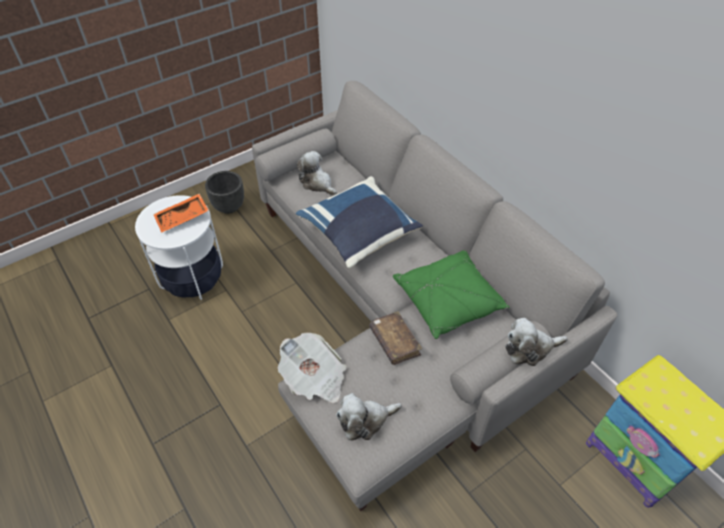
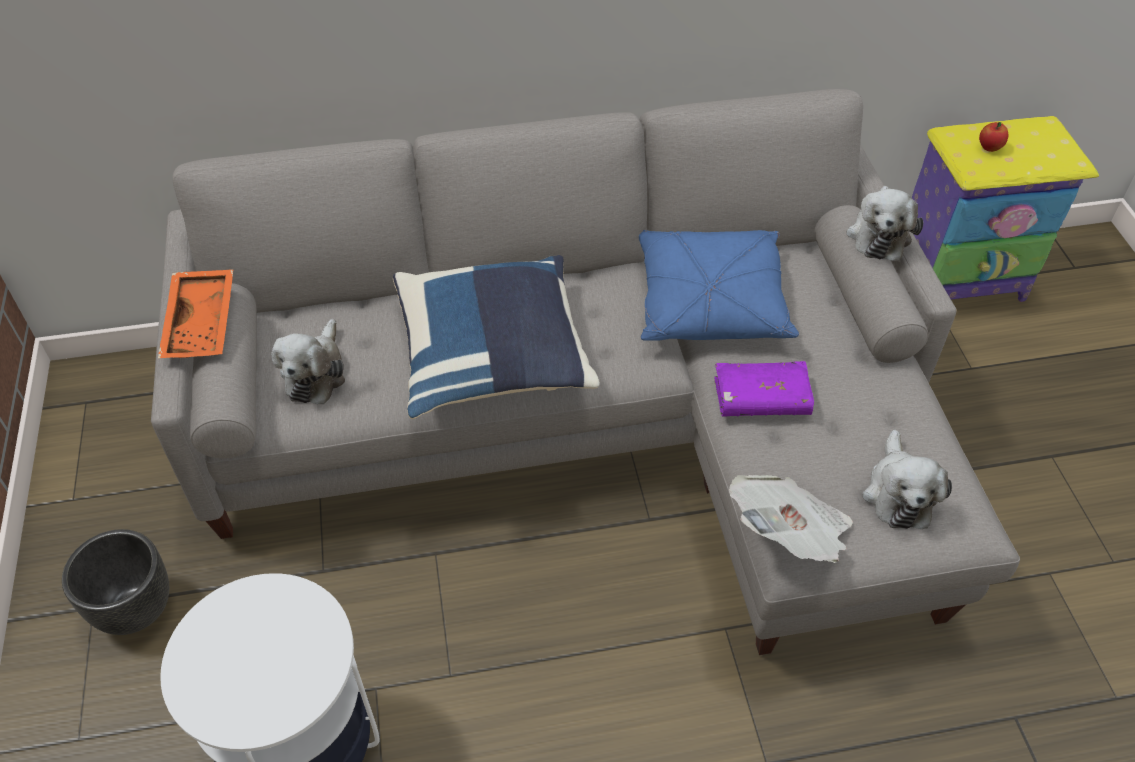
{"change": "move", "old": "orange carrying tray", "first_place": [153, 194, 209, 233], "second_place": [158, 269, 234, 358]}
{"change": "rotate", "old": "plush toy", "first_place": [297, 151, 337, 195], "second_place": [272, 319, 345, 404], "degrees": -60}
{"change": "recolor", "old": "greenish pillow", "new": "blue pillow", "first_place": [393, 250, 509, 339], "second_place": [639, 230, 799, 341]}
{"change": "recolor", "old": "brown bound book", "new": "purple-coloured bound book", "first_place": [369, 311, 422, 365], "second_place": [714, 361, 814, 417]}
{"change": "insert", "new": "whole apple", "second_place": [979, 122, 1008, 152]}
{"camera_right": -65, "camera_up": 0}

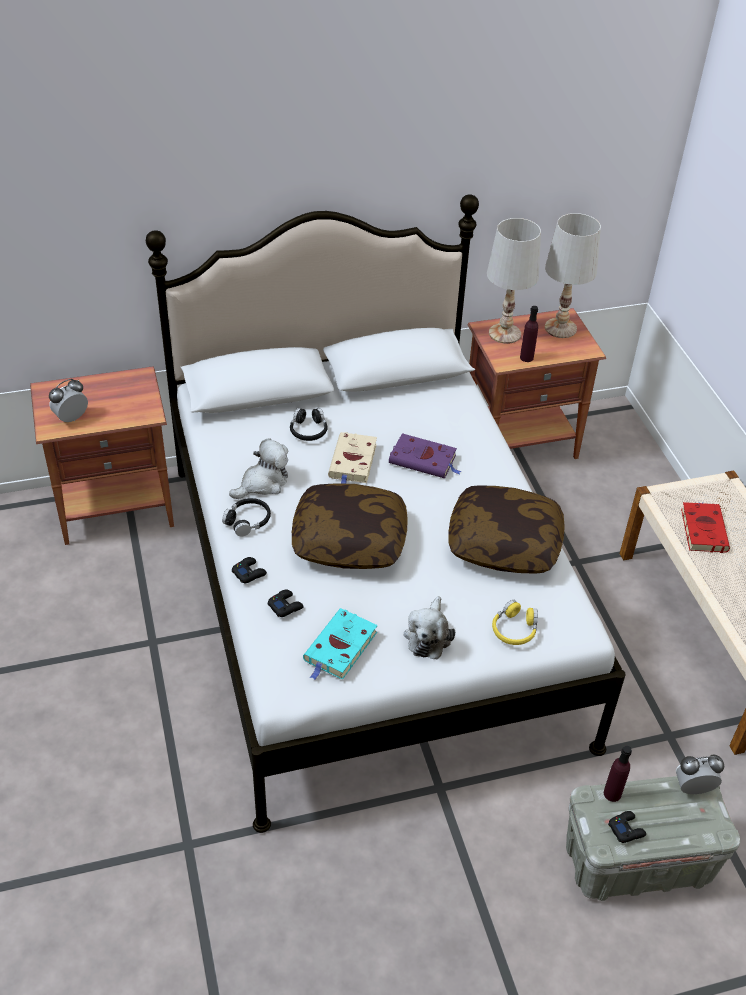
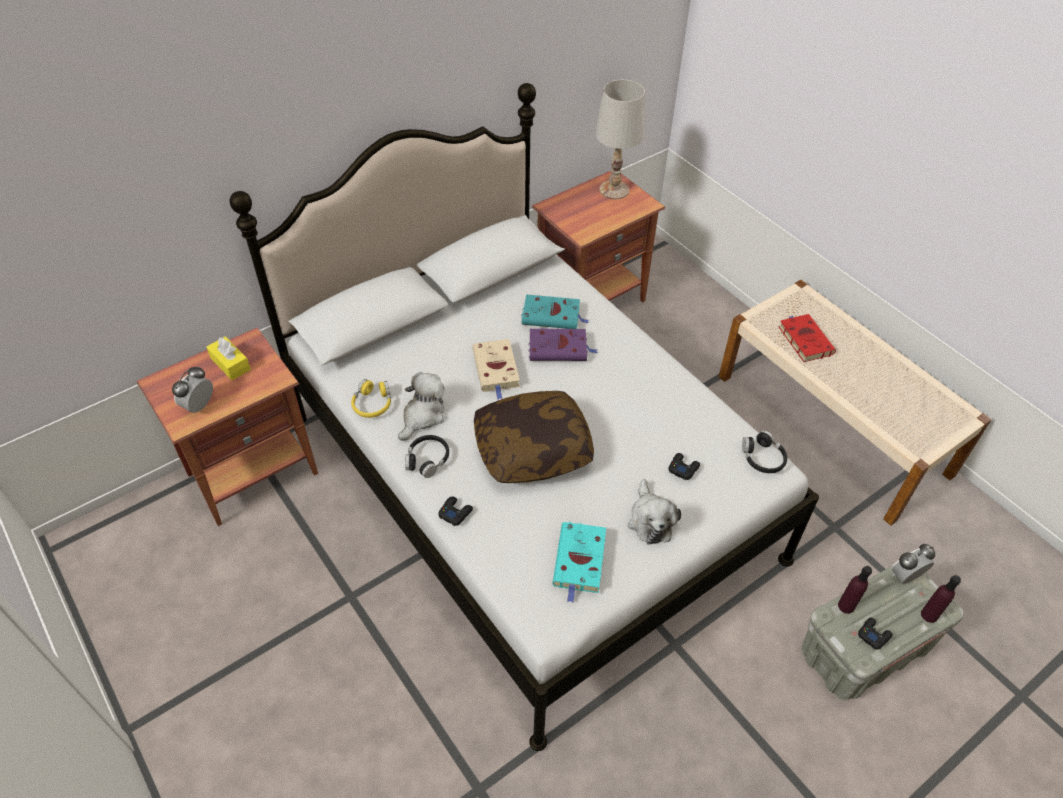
{"change": "insert", "new": "yellow-coloured tissue holder", "second_place": [207, 336, 251, 380]}
{"change": "move", "old": "yellow-coloured pair of headphones", "first_place": [492, 600, 538, 645], "second_place": [351, 379, 391, 418]}
{"change": "insert", "new": "turquoise-coloured bound book", "second_place": [521, 294, 589, 329]}
{"change": "move", "old": "black joypad", "first_place": [268, 590, 304, 617], "second_place": [669, 453, 700, 480]}
{"change": "move", "old": "black pair of headphones", "first_place": [290, 408, 327, 441], "second_place": [742, 430, 787, 473]}
{"change": "move", "old": "purple-coloured bottle", "first_place": [520, 306, 538, 362], "second_place": [921, 575, 961, 623]}
{"change": "delete", "old": "pillow", "first_place": [448, 485, 565, 574]}
{"change": "delete", "old": "white-coloured table lamp", "first_place": [487, 218, 541, 344]}
{"camera_right": -20, "camera_up": 5}

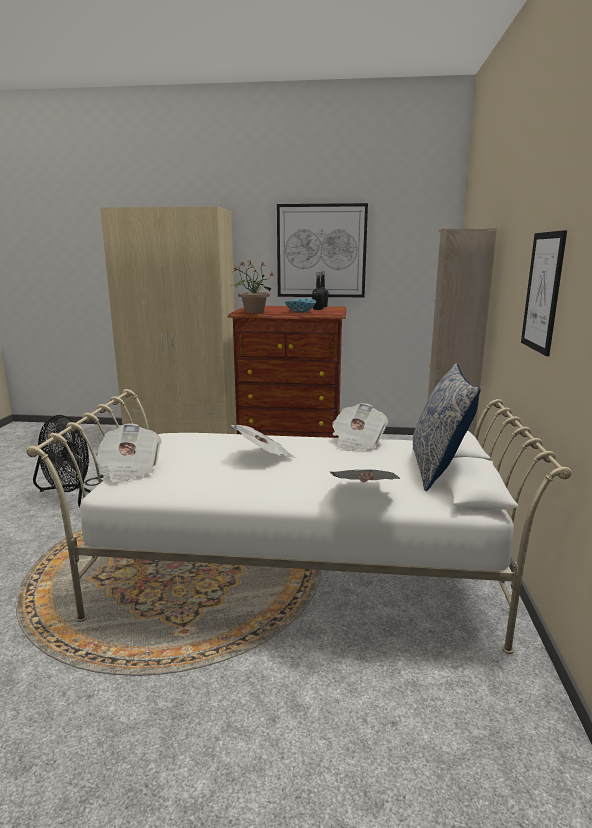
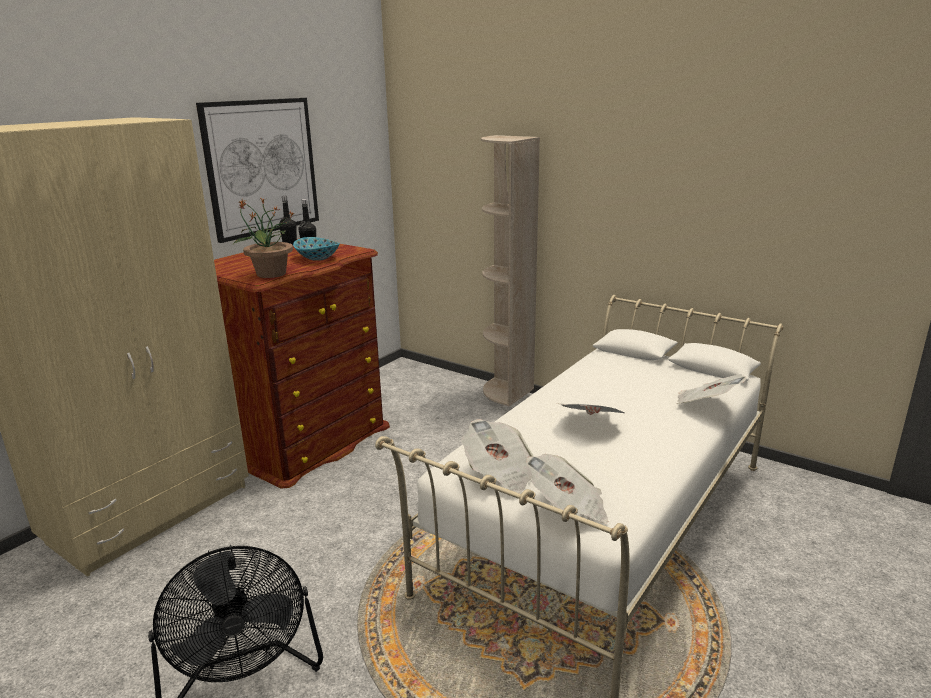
{"change": "move", "old": "newspaper", "first_place": [332, 403, 388, 451], "second_place": [461, 419, 534, 494]}
{"change": "delete", "old": "pillow", "first_place": [413, 364, 481, 491]}
{"change": "delete", "old": "wall art", "first_place": [521, 230, 567, 356]}
{"camera_right": -60, "camera_up": 5}

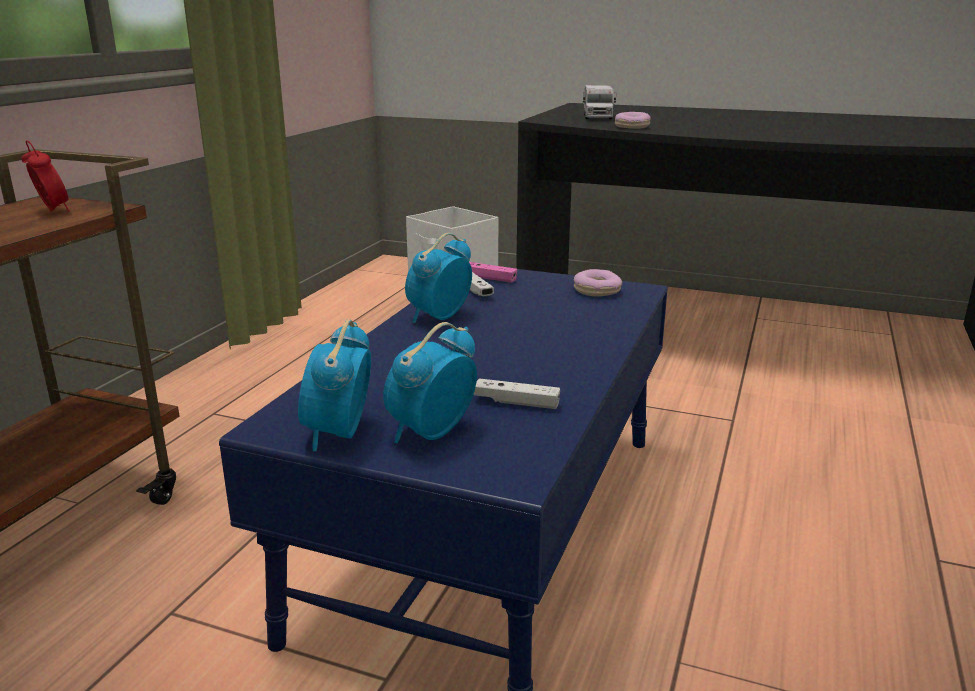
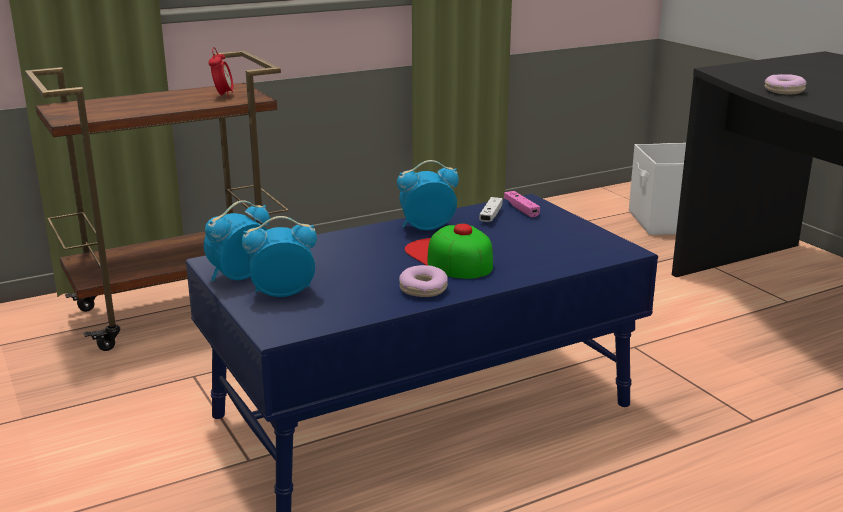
{"change": "move", "old": "ring doughnut", "first_place": [574, 269, 622, 296], "second_place": [399, 265, 448, 297]}
{"change": "insert", "new": "cap", "second_place": [405, 224, 493, 279]}
{"change": "delete", "old": "white-coloured joypad", "first_place": [474, 378, 560, 409]}
{"change": "delete", "old": "toy lorry", "first_place": [583, 85, 616, 120]}
{"camera_right": 40, "camera_up": 0}

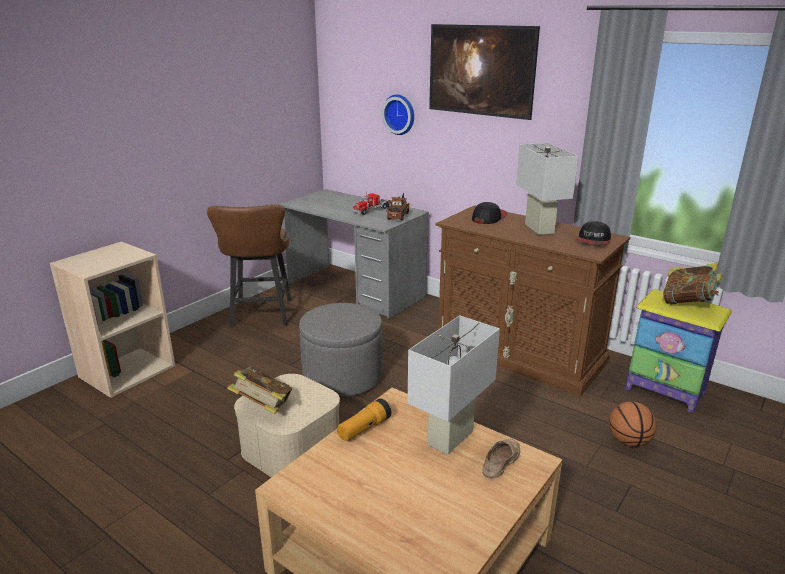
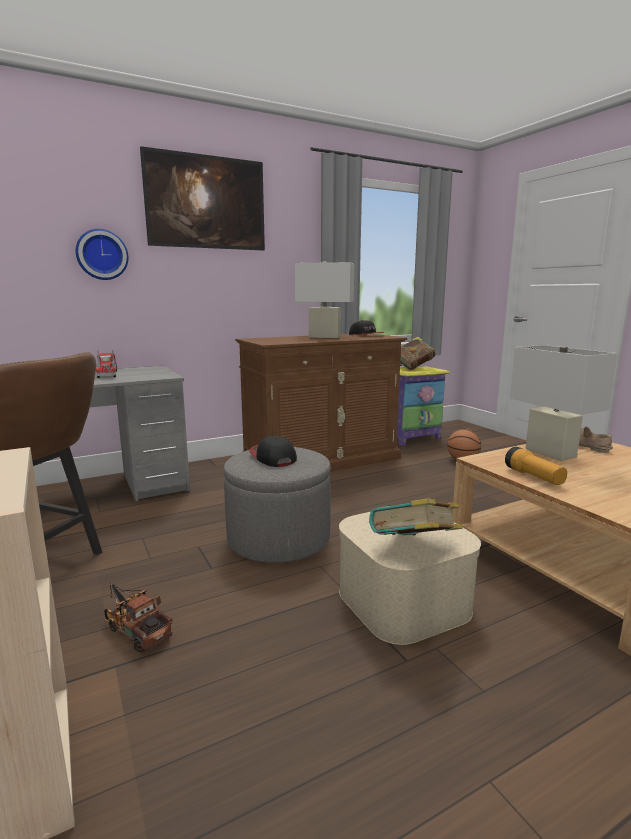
{"change": "move", "old": "toy lorry", "first_place": [387, 193, 410, 220], "second_place": [104, 582, 173, 652]}
{"change": "move", "old": "cap", "first_place": [472, 202, 507, 224], "second_place": [249, 436, 297, 467]}
{"camera_right": -65, "camera_up": -10}

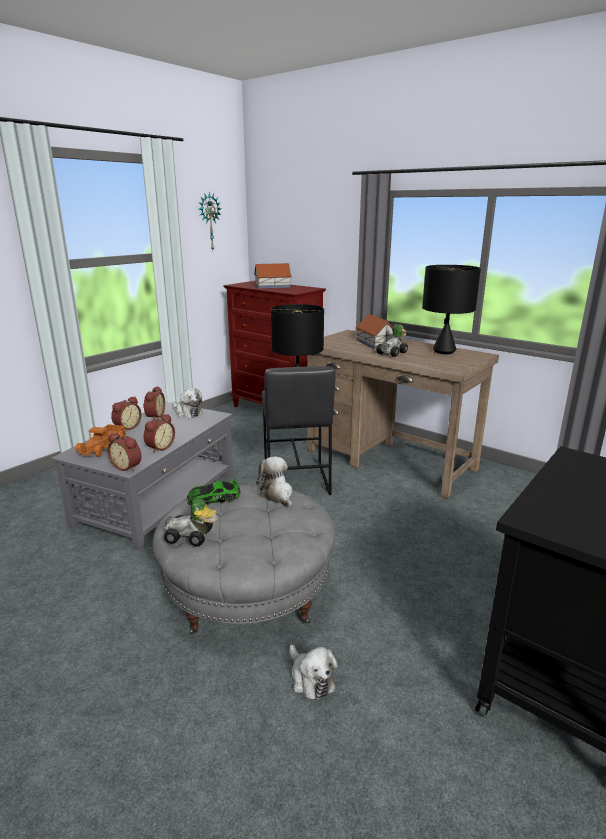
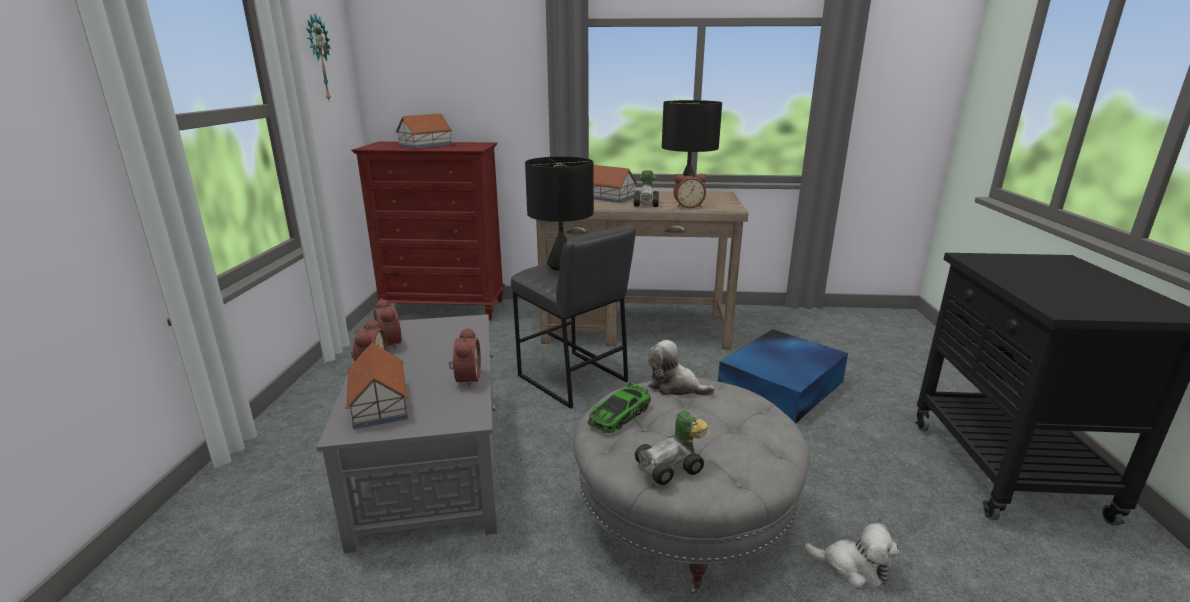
{"change": "replace", "old": "toy lorry", "new": "miniature house", "first_place": [75, 424, 126, 457], "second_place": [346, 343, 409, 429]}
{"change": "move", "old": "alarm clock", "first_place": [107, 433, 142, 472], "second_place": [673, 173, 706, 208]}
{"change": "insert", "new": "blue storage container", "second_place": [718, 329, 848, 424]}
{"change": "delete", "old": "plush toy", "first_place": [172, 388, 203, 418]}
{"camera_right": -35, "camera_up": 0}

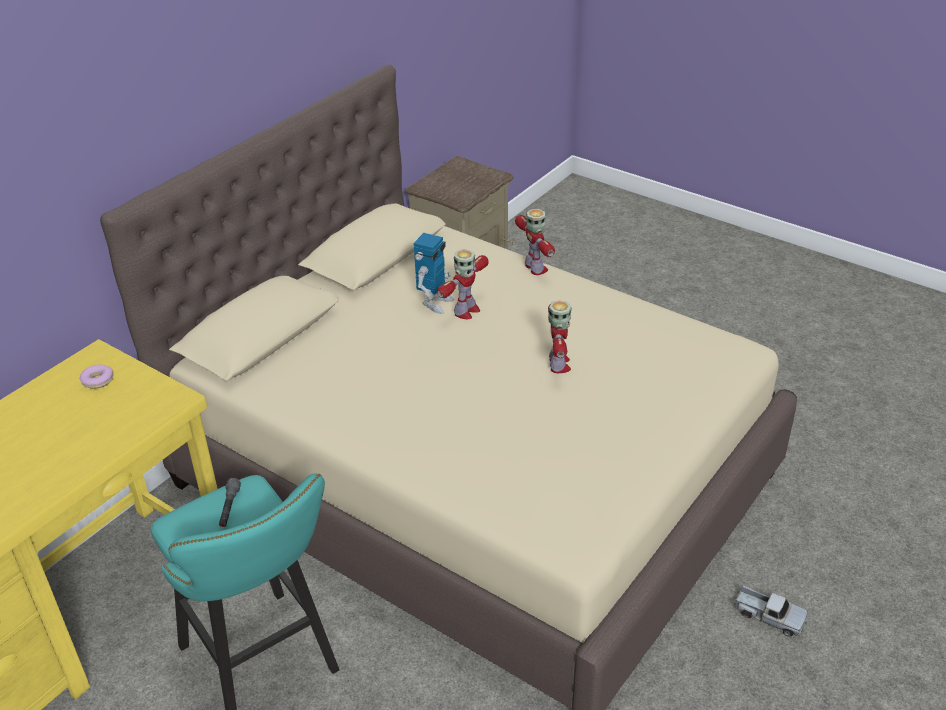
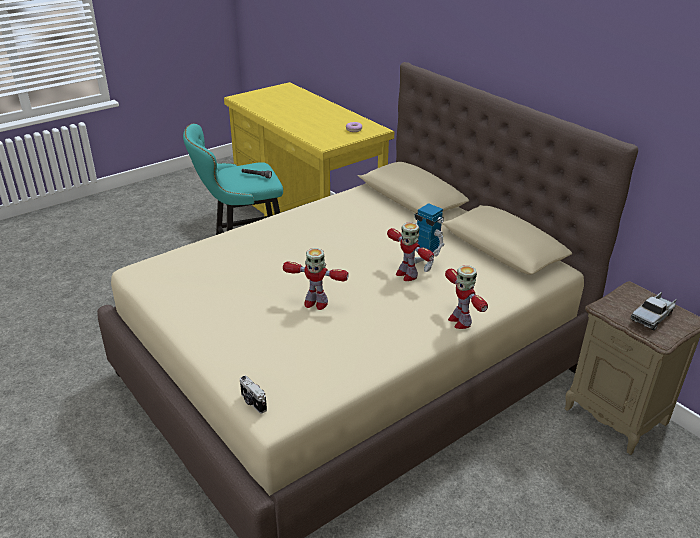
{"change": "insert", "new": "photo camera", "second_place": [240, 376, 267, 414]}
{"change": "rotate", "old": "model robot", "first_place": [515, 209, 555, 275], "second_place": [445, 266, 488, 329], "degrees": 75}
{"change": "move", "old": "toy lorry", "first_place": [734, 585, 808, 637], "second_place": [631, 292, 677, 331]}
{"camera_right": 105, "camera_up": -5}

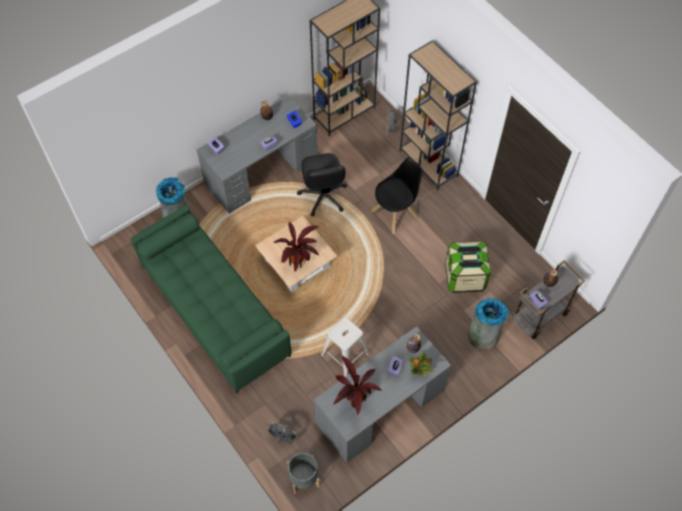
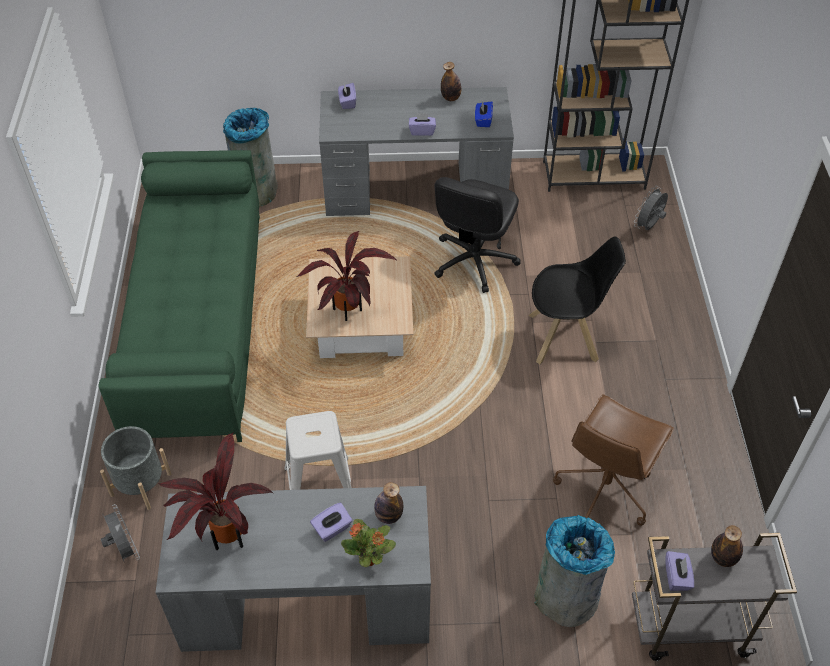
{"change": "move", "old": "grey planter", "first_place": [287, 453, 320, 494], "second_place": [100, 426, 171, 510]}
{"change": "replace", "old": "storage container", "new": "brown desk chair", "first_place": [445, 241, 491, 293], "second_place": [553, 394, 674, 526]}
{"change": "delete", "old": "bookshelf", "first_place": [400, 40, 477, 190]}
{"camera_right": 35, "camera_up": -10}

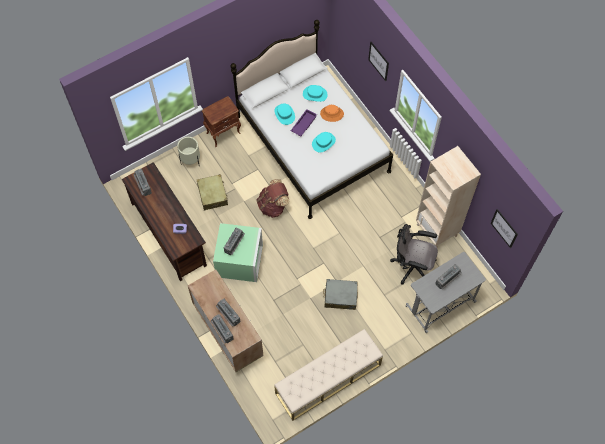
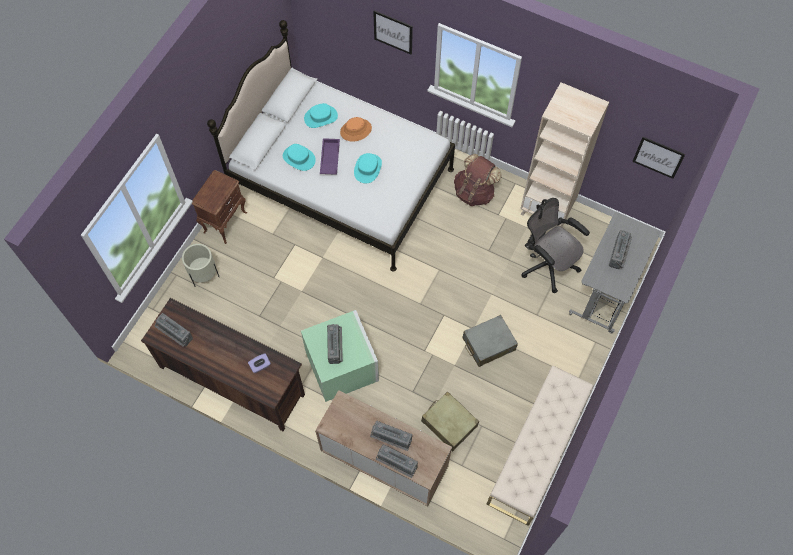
{"change": "move", "old": "beige-coloured piece of luggage", "first_place": [197, 174, 228, 211], "second_place": [421, 391, 479, 451]}
{"change": "move", "old": "brown rucksack", "first_place": [256, 179, 290, 218], "second_place": [454, 154, 502, 206]}
{"change": "rotate", "old": "desk chair", "first_place": [390, 224, 438, 284], "second_place": [521, 198, 590, 293], "degrees": 60}
{"camera_right": -30, "camera_up": 0}

